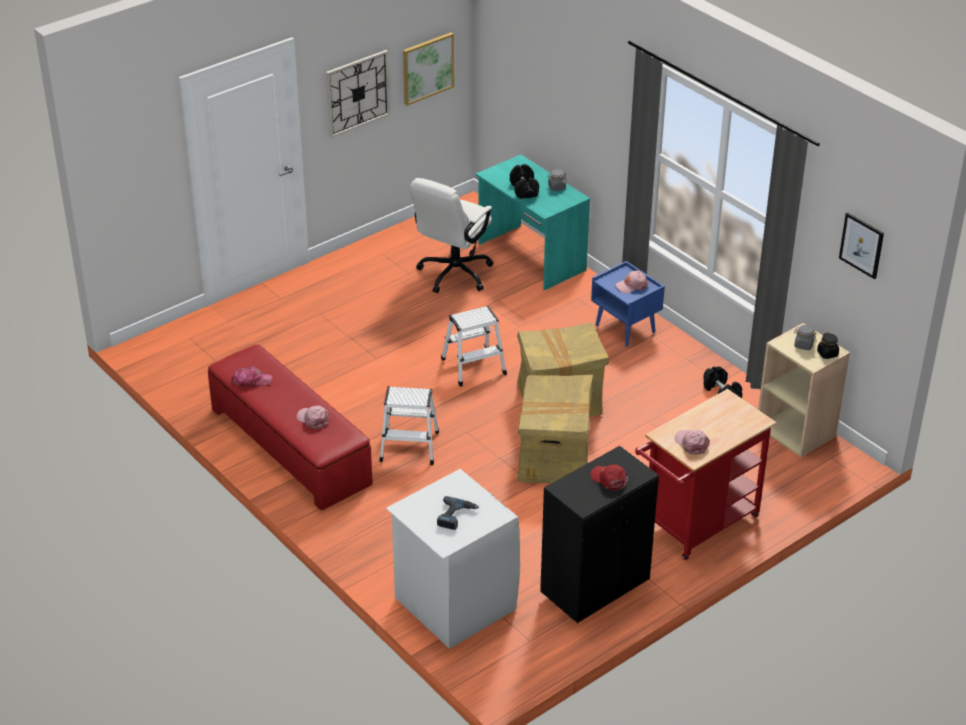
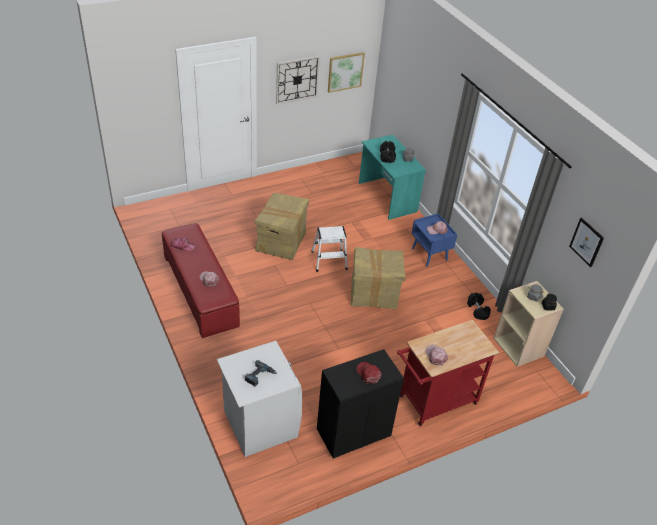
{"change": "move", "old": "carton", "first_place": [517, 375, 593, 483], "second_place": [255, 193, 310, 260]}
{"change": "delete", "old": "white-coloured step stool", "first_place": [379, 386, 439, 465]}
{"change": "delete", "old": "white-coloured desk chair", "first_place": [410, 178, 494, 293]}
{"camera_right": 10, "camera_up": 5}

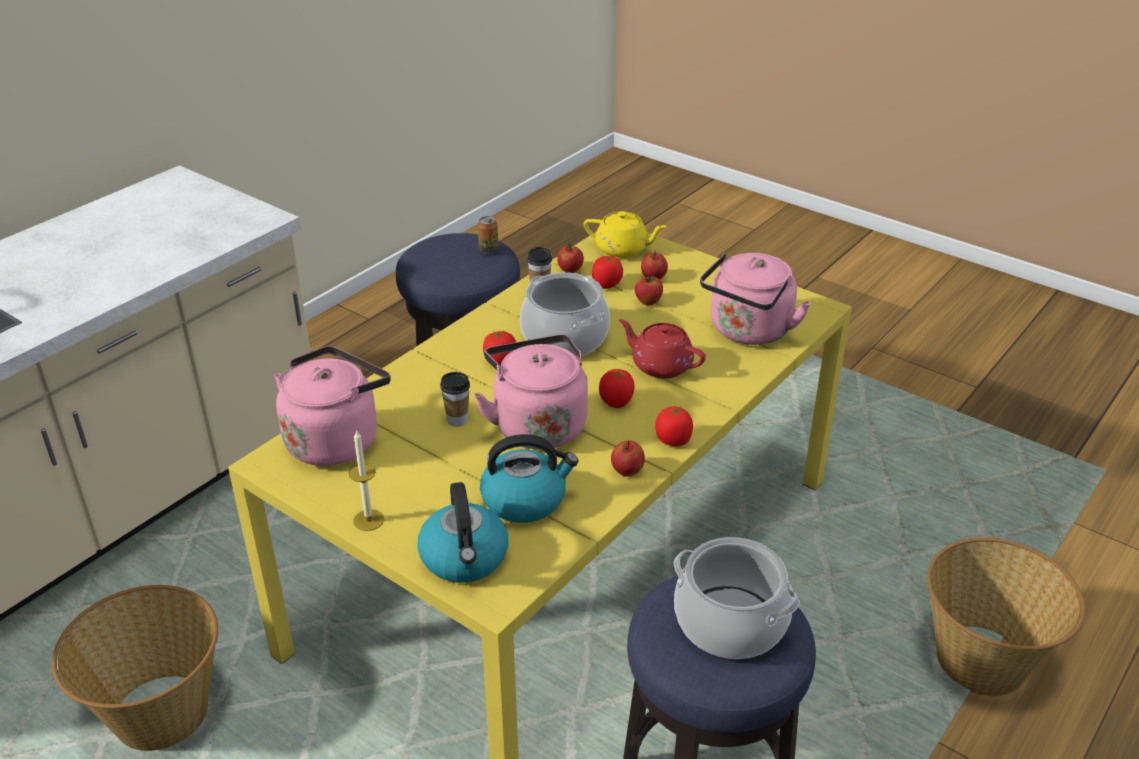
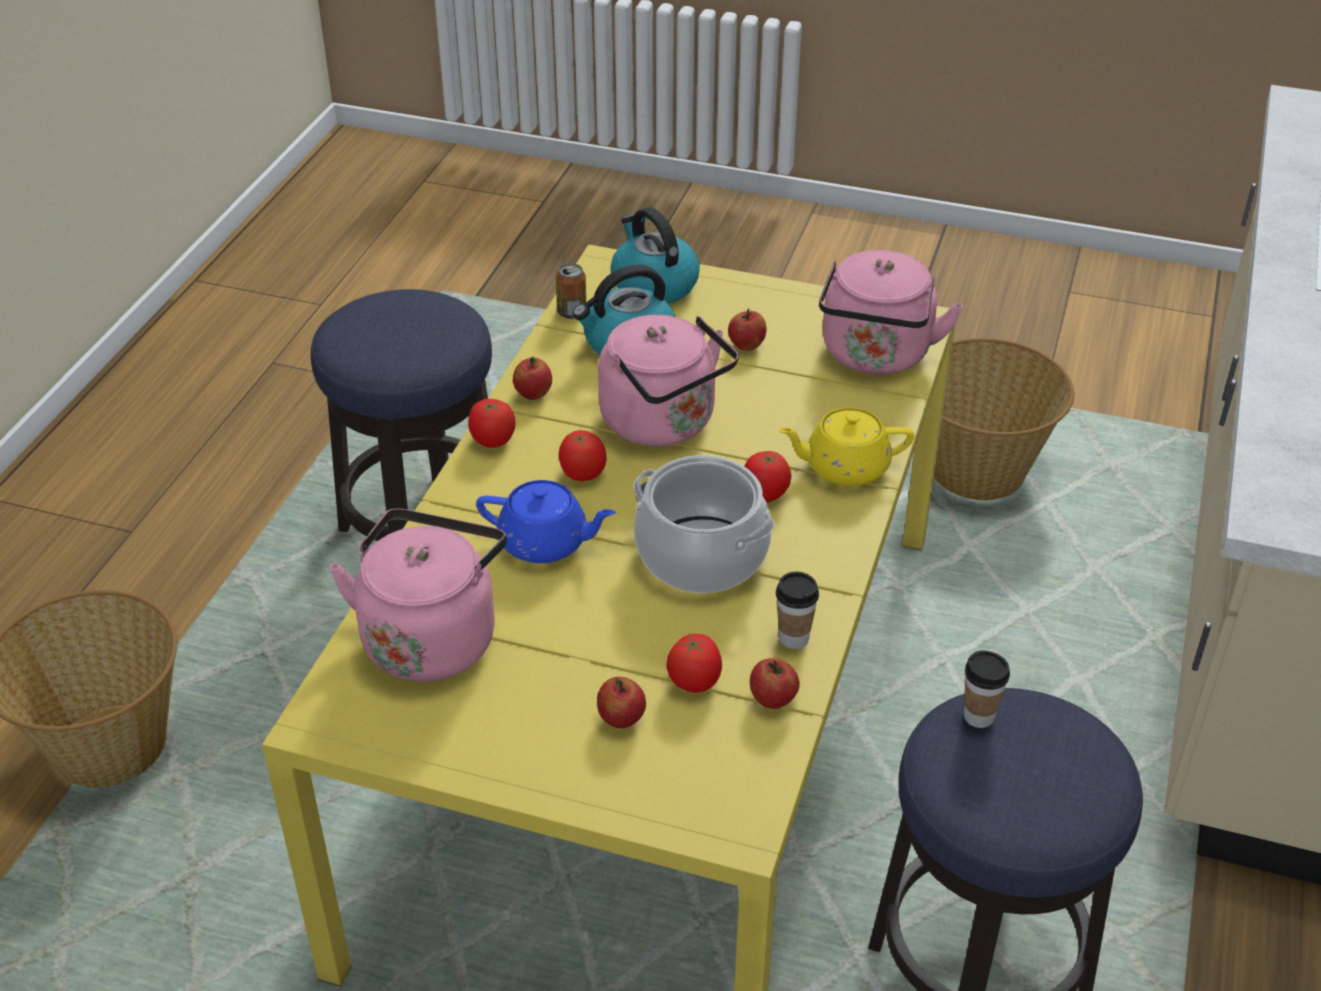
{"change": "recolor", "old": "reddish tea pot", "new": "blue tea pot", "first_place": [619, 319, 706, 378], "second_place": [476, 480, 616, 563]}
{"change": "move", "old": "can", "first_place": [477, 216, 499, 254], "second_place": [556, 263, 586, 319]}
{"change": "move", "old": "whole apple", "first_place": [635, 275, 663, 306], "second_place": [728, 309, 767, 351]}
{"change": "move", "old": "yellow-coloured tea pot", "first_place": [584, 211, 667, 258], "second_place": [779, 408, 914, 486]}
{"change": "move", "old": "drinking cup", "first_place": [440, 372, 470, 427], "second_place": [964, 651, 1010, 728]}
{"change": "delete", "old": "candle", "first_place": [349, 430, 384, 531]}
{"change": "delete", "old": "cooking pot", "first_place": [674, 537, 800, 659]}
{"camera_right": 160, "camera_up": 5}

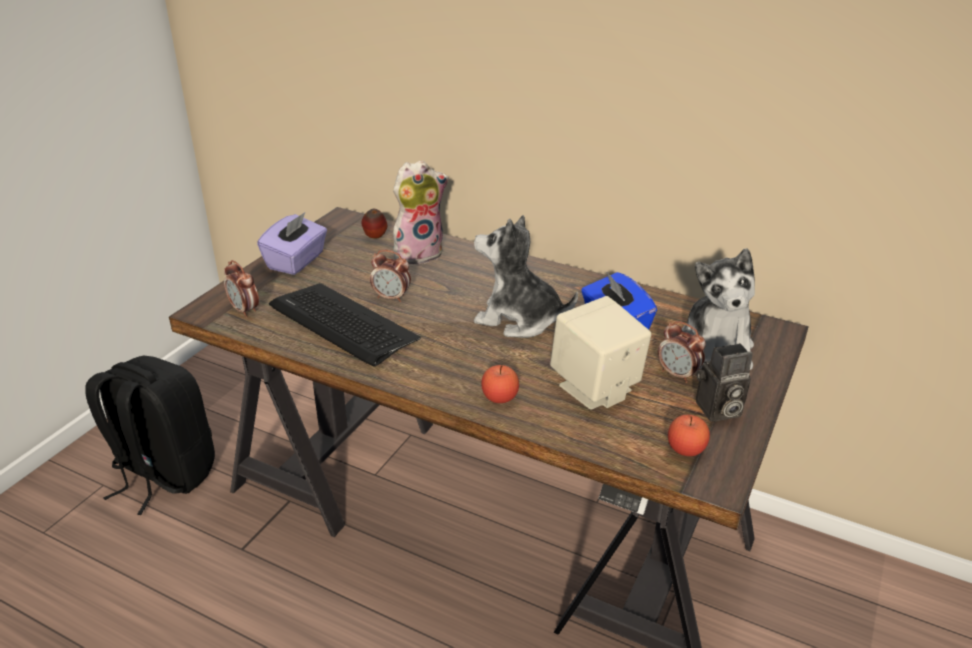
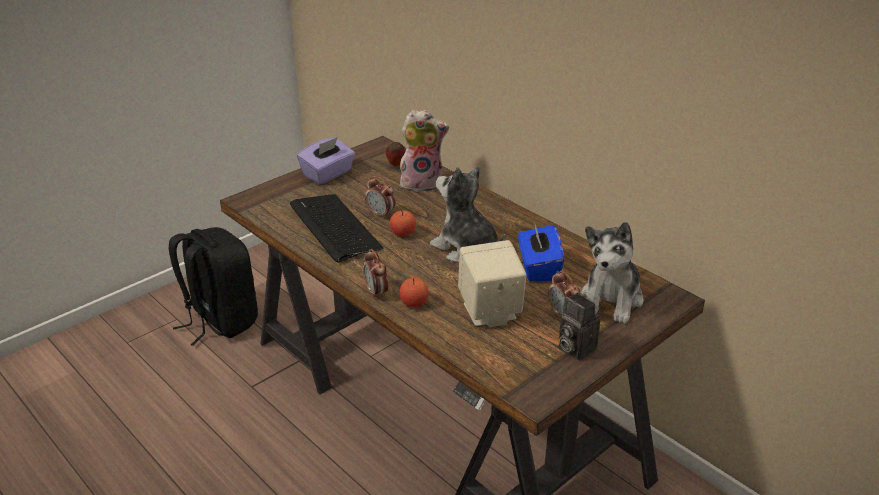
{"change": "move", "old": "alarm clock", "first_place": [224, 260, 259, 317], "second_place": [363, 249, 388, 299]}
{"change": "move", "old": "whole apple", "first_place": [668, 415, 710, 456], "second_place": [390, 209, 416, 237]}
{"change": "rotate", "old": "photo camera", "first_place": [696, 343, 753, 422], "second_place": [558, 293, 600, 361], "degrees": 45}
{"camera_right": 20, "camera_up": 0}

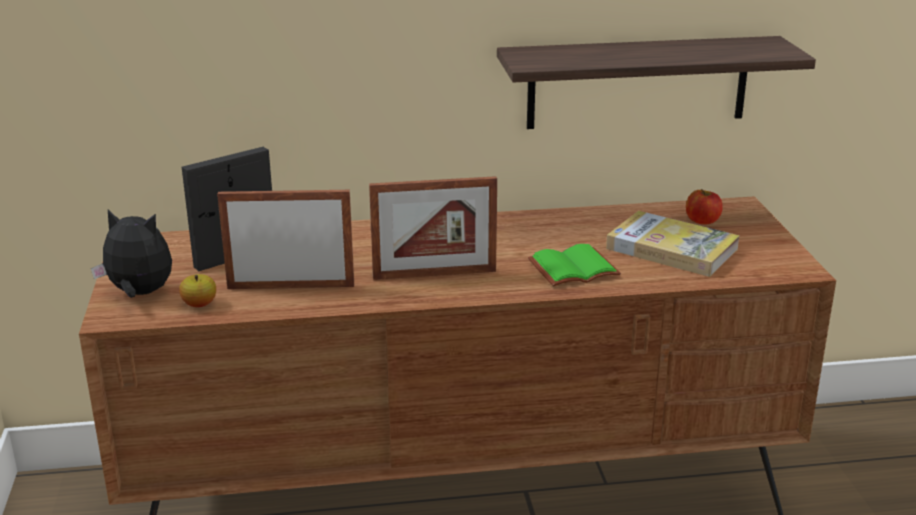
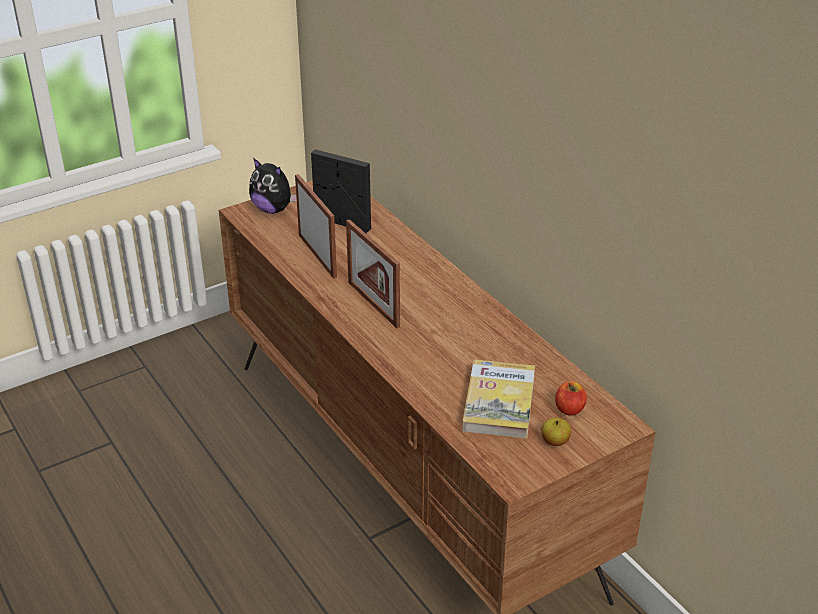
{"change": "rotate", "old": "plush toy", "first_place": [91, 210, 172, 298], "second_place": [249, 158, 297, 214], "degrees": 135}
{"change": "move", "old": "whole apple", "first_place": [179, 274, 216, 307], "second_place": [541, 417, 571, 446]}
{"change": "delete", "old": "wall shelf", "first_place": [497, 36, 816, 129]}
{"change": "delete", "old": "greenish bound book", "first_place": [528, 244, 621, 286]}
{"camera_right": 65, "camera_up": 10}

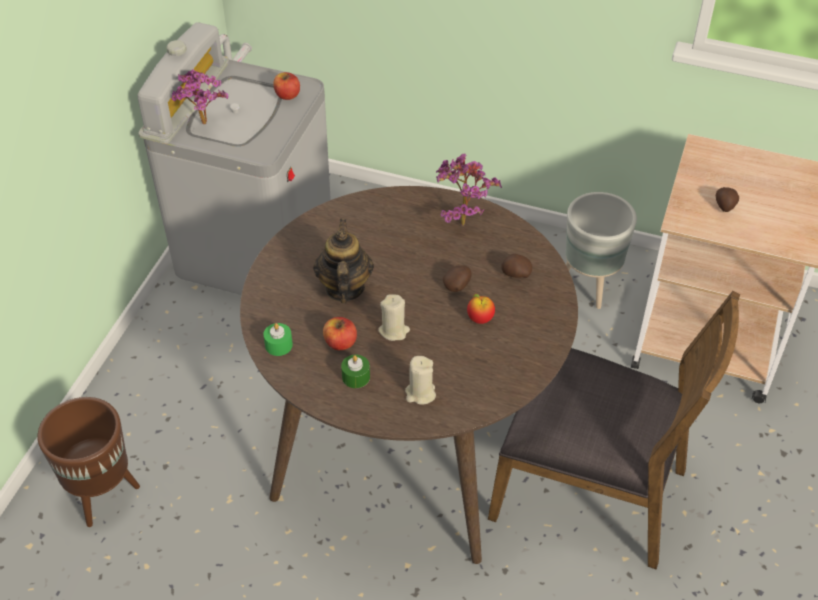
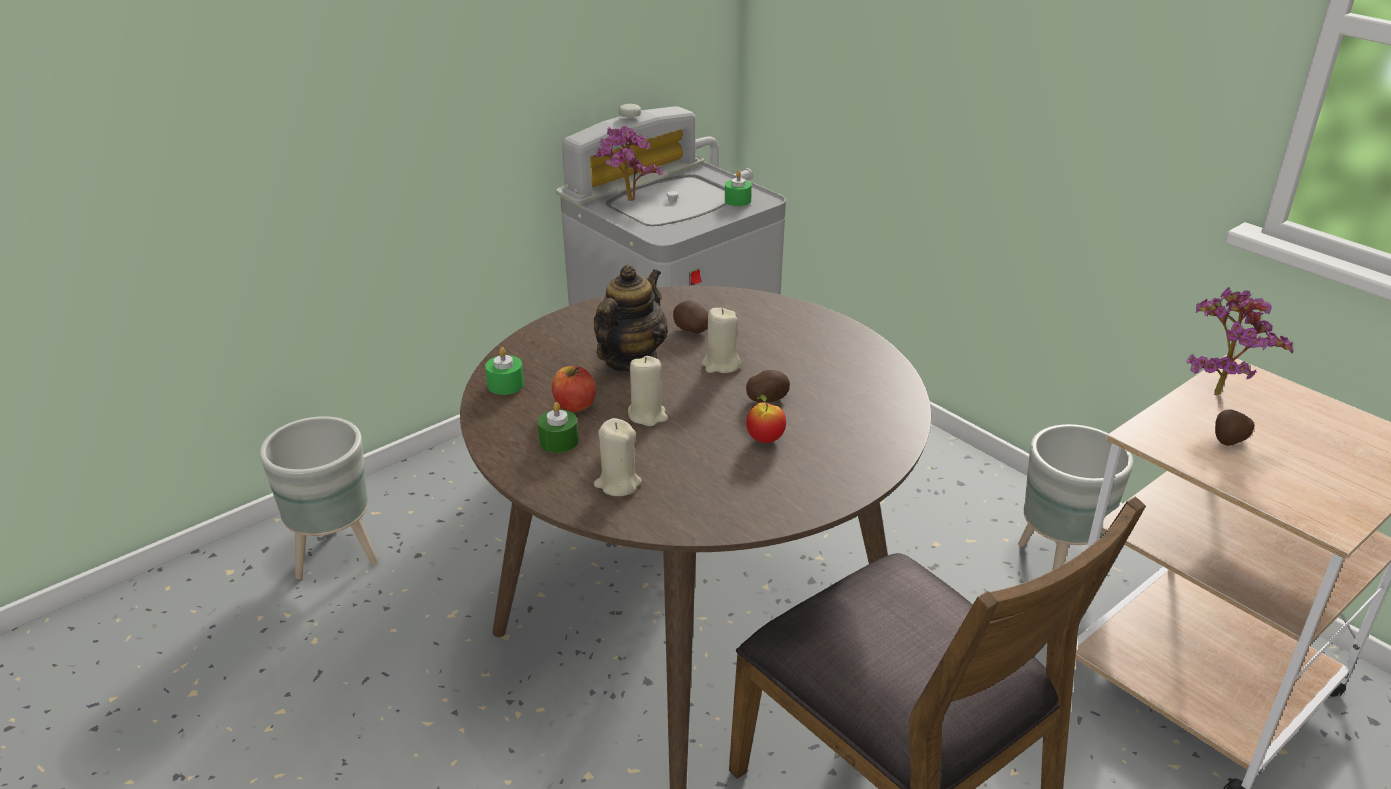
{"change": "recolor", "old": "brown planter", "new": "grey planter", "first_place": [37, 397, 140, 527], "second_place": [259, 416, 378, 579]}
{"change": "move", "old": "potato", "first_place": [501, 254, 532, 278], "second_place": [673, 300, 708, 334]}
{"change": "insert", "new": "beige-coloured candle", "second_place": [702, 308, 741, 373]}
{"change": "replace", "old": "whole apple", "new": "greenish candle", "first_place": [273, 72, 300, 100], "second_place": [725, 170, 752, 206]}
{"change": "move", "old": "houseplant", "first_place": [436, 154, 502, 226], "second_place": [1186, 287, 1293, 395]}
{"camera_right": 30, "camera_up": -15}

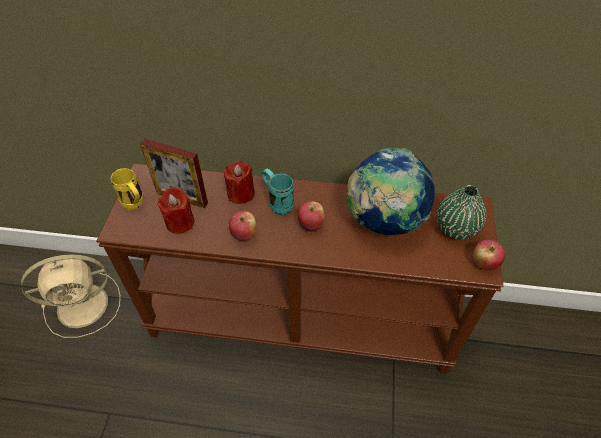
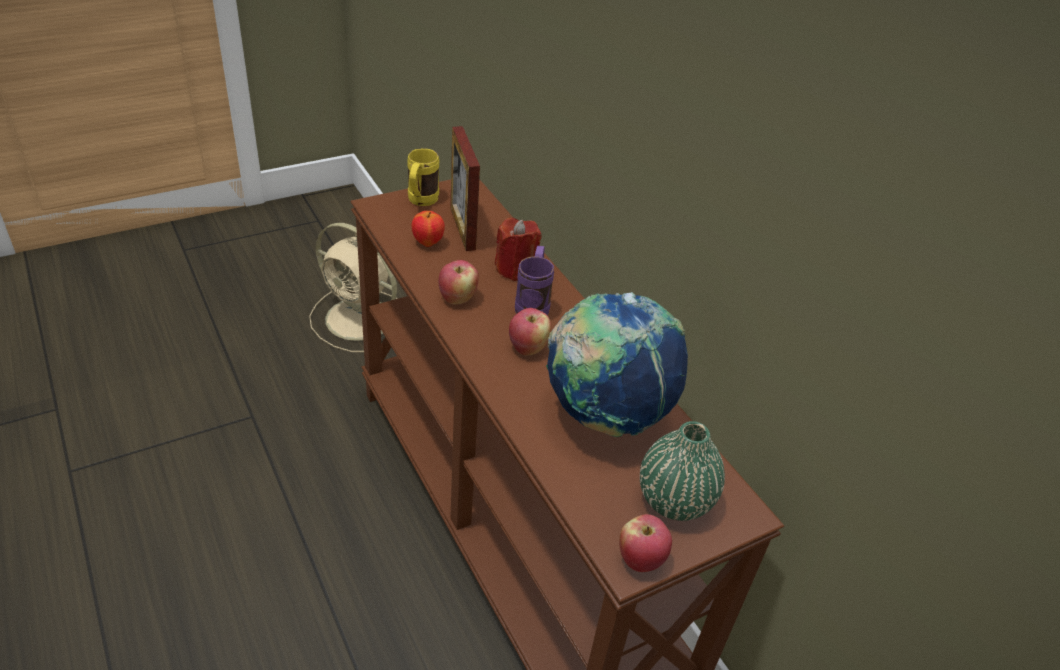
{"change": "replace", "old": "reddish candle", "new": "whole apple", "first_place": [158, 187, 194, 234], "second_place": [411, 211, 445, 247]}
{"change": "recolor", "old": "turquoise-coloured coffee mug", "new": "purple-coloured coffee mug", "first_place": [262, 169, 294, 215], "second_place": [515, 246, 554, 315]}
{"camera_right": 50, "camera_up": -10}

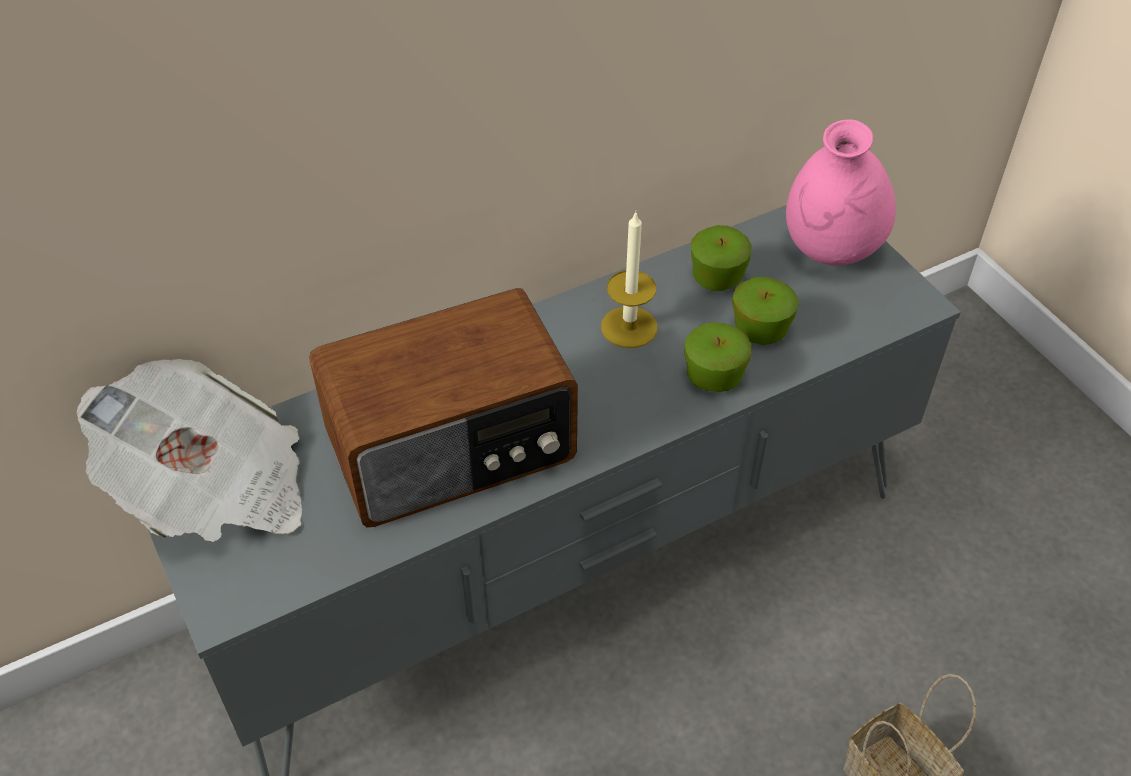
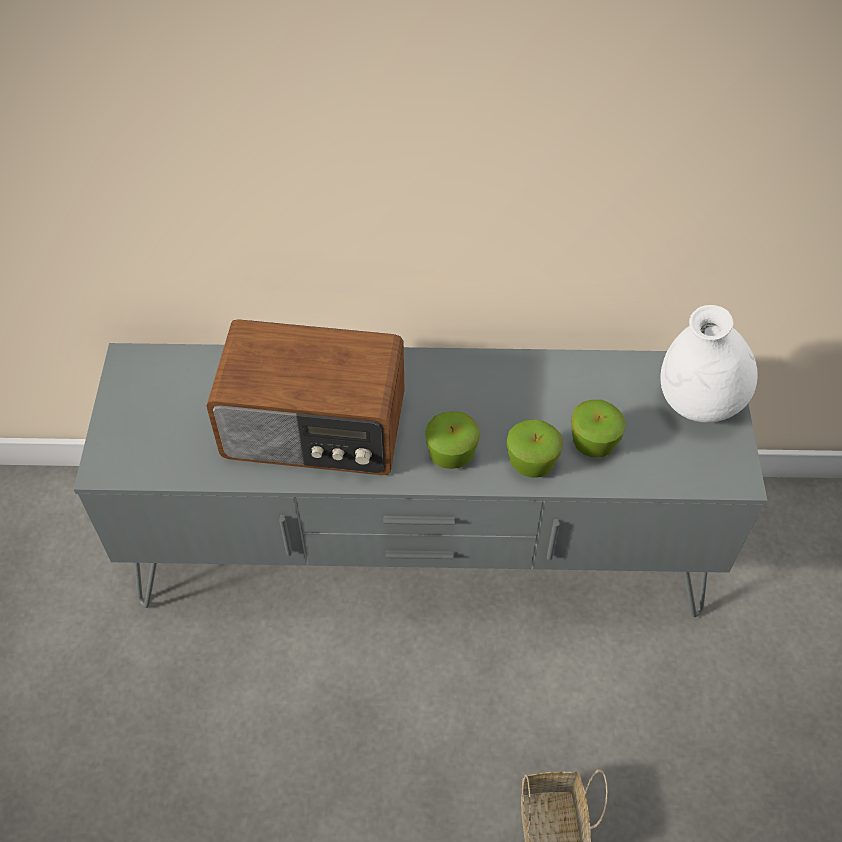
{"change": "move", "old": "whole apple", "first_place": [691, 225, 751, 291], "second_place": [425, 411, 480, 469]}
{"change": "recolor", "old": "pinkish vase", "new": "white-coloured vase", "first_place": [786, 119, 896, 266], "second_place": [661, 305, 758, 423]}
{"change": "delete", "old": "newspaper", "first_place": [77, 359, 302, 542]}
{"change": "delete", "old": "candle", "first_place": [601, 211, 657, 348]}
{"camera_right": 30, "camera_up": 5}

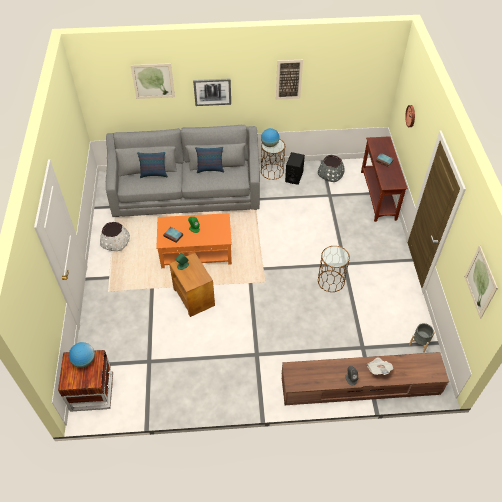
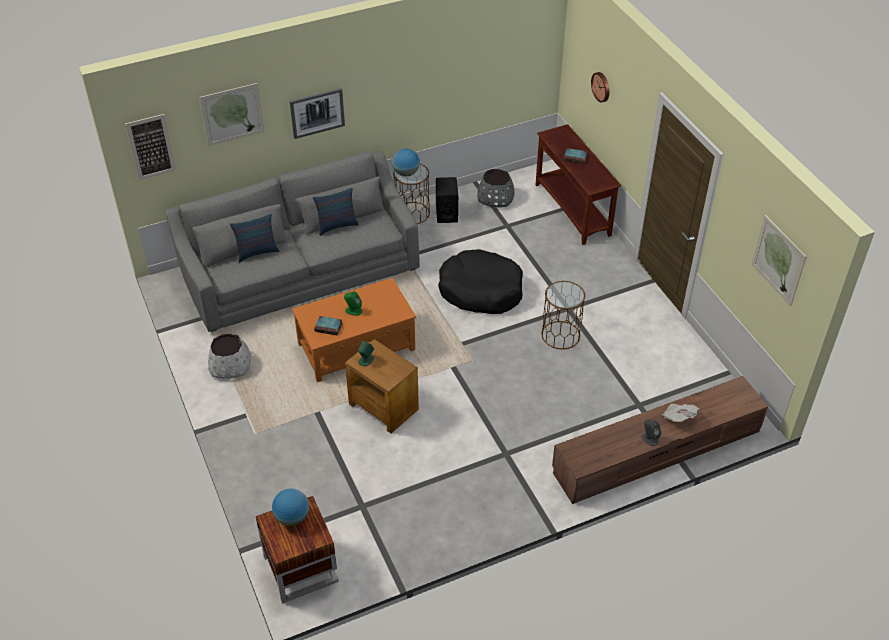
{"change": "move", "old": "wall art", "first_place": [276, 60, 303, 100], "second_place": [125, 114, 177, 180]}
{"change": "insert", "new": "black dog cushion", "second_place": [438, 249, 523, 314]}
{"change": "delete", "old": "grey planter", "first_place": [409, 323, 435, 353]}
{"camera_right": -20, "camera_up": -5}

